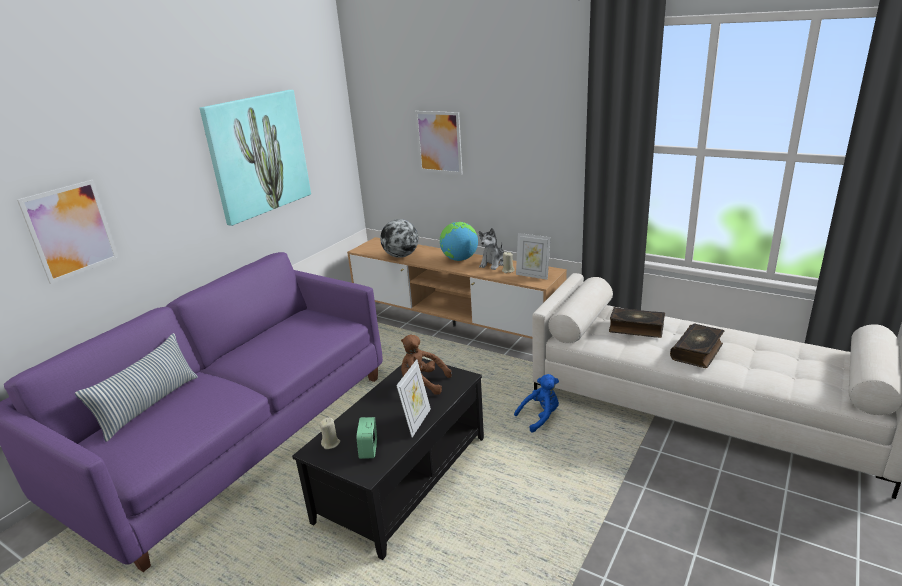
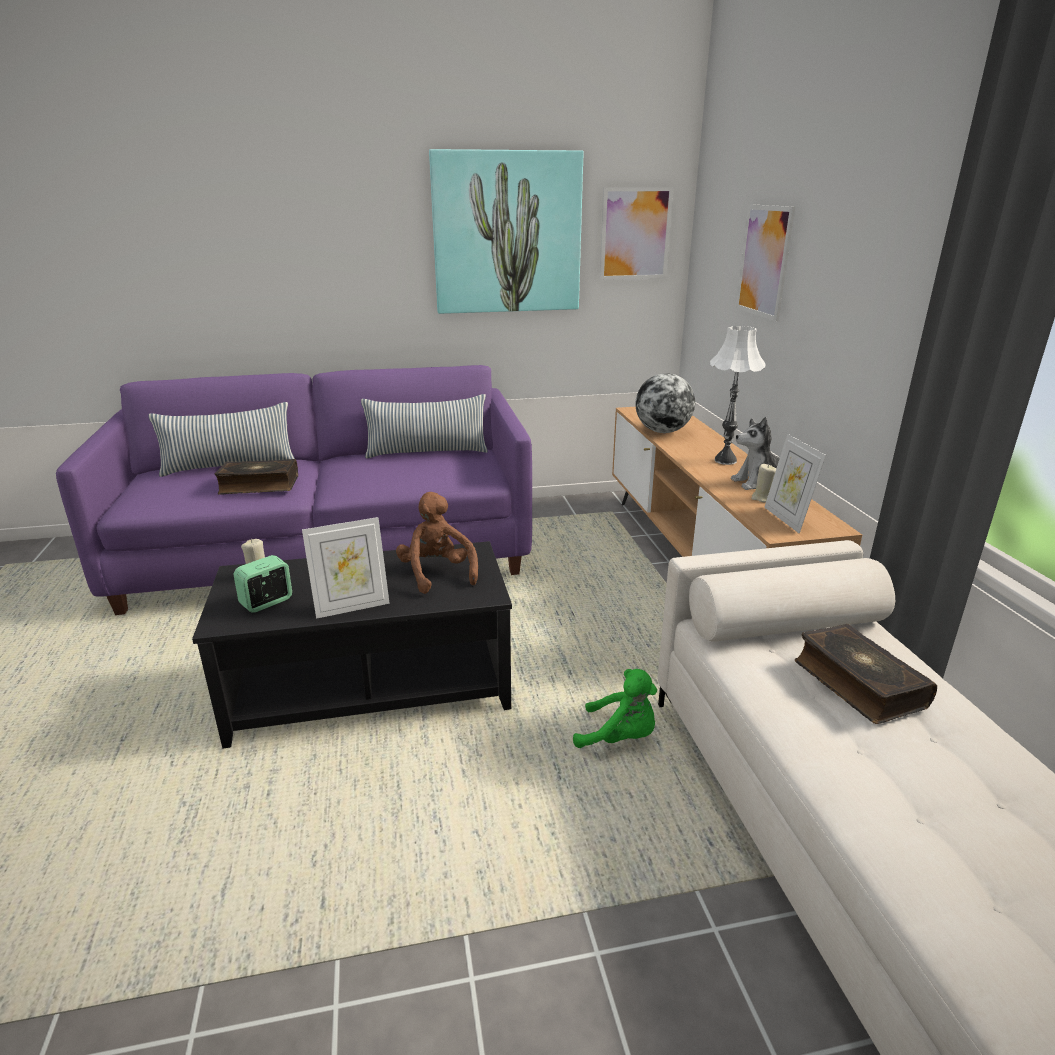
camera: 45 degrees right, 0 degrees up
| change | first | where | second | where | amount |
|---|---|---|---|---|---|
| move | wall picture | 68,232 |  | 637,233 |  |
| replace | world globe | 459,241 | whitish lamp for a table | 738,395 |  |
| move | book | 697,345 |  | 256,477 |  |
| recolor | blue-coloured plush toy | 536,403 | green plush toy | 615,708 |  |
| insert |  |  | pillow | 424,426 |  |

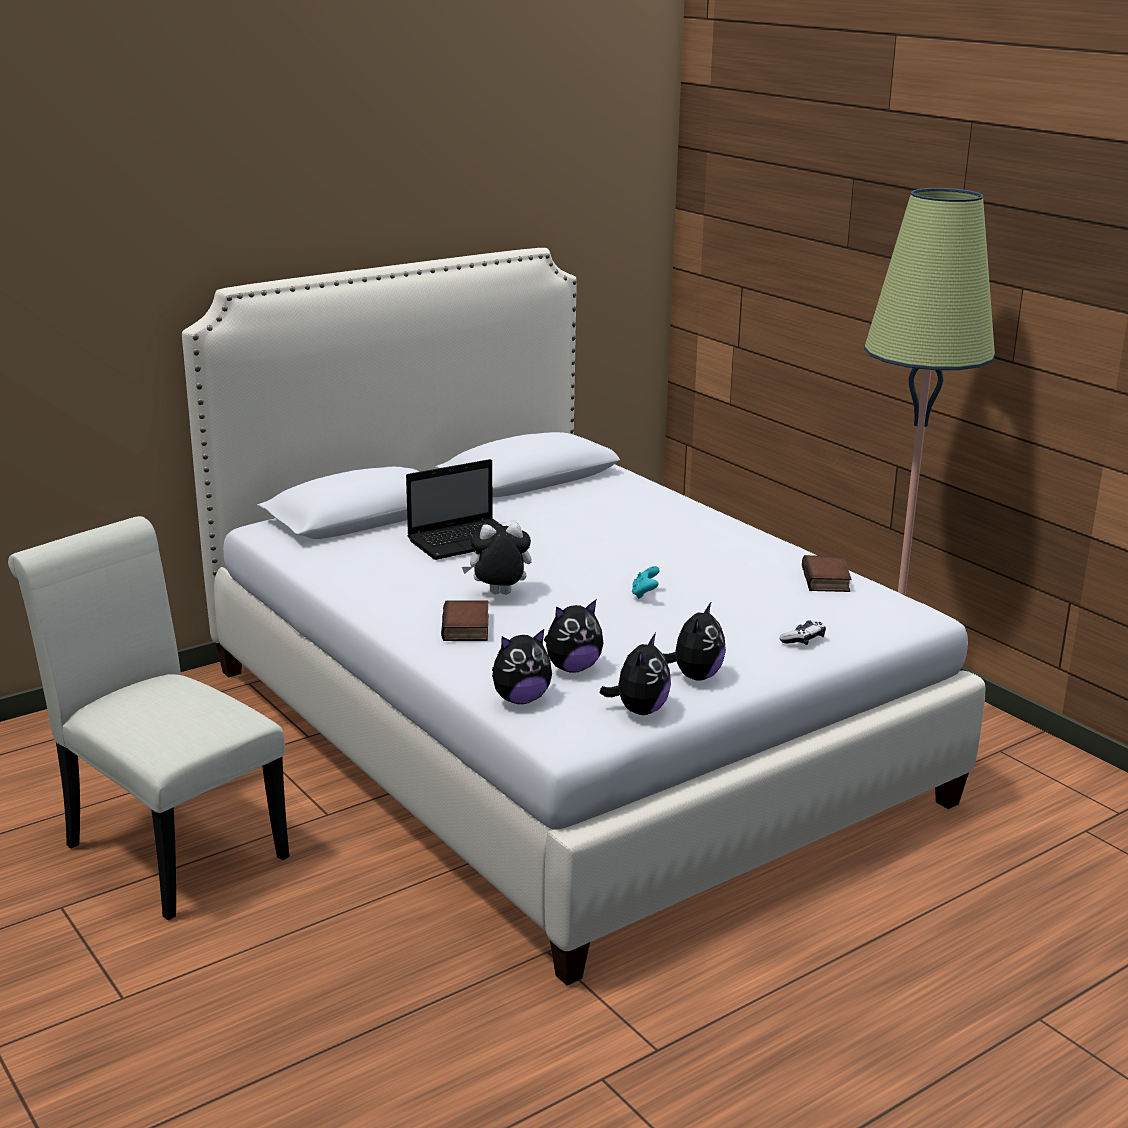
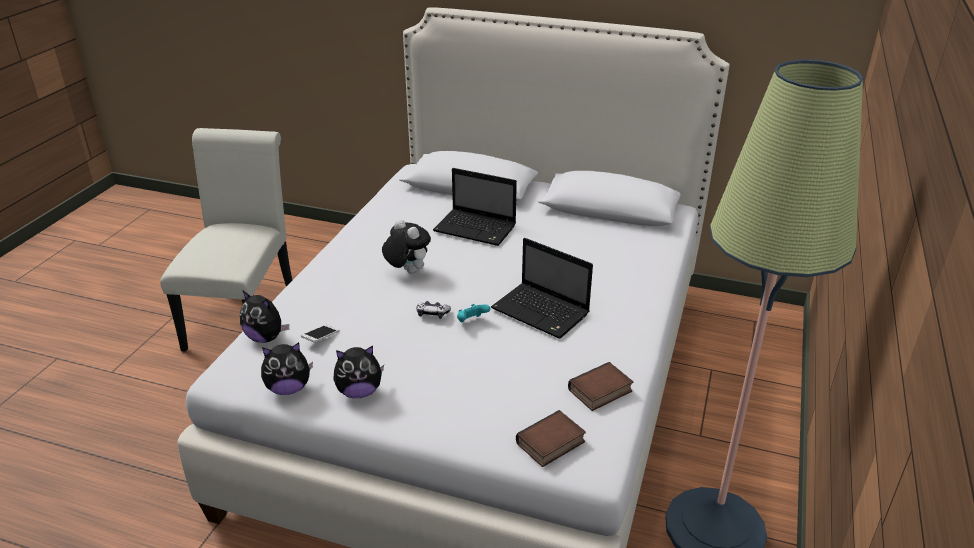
camera: 55 degrees right, 10 degrees up
| change | first | where | second | where | amount |
|---|---|---|---|---|---|
| replace | plush toy | 574,636 | phone | 320,333 |  |
| move | book | 464,621 |  | 551,438 |  |
| move | gamepad | 802,632 |  | 433,310 |  |
| insert |  |  | laptop | 542,288 |  |

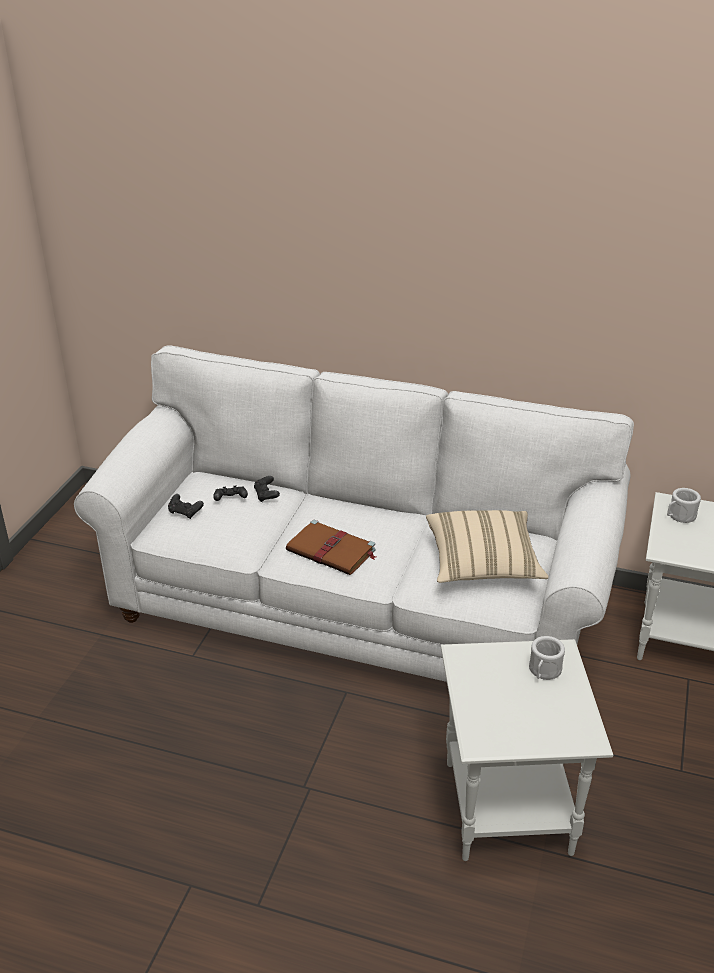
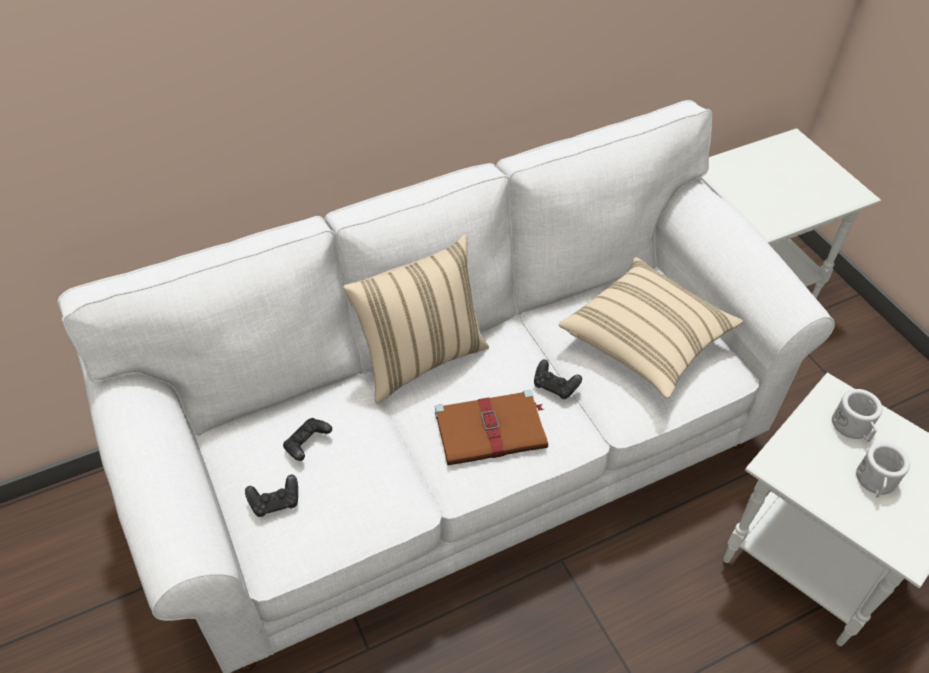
camera: 45 degrees left, 15 degrees up
| change | first | where | second | where | amount |
|---|---|---|---|---|---|
| move | black-coloured gamepad | 267,489 |  | 558,379 |  |
| move | whitish tea mug | 684,505 |  | 883,470 |  |
| insert |  |  | sand-coloured pillow | 416,318 |  |

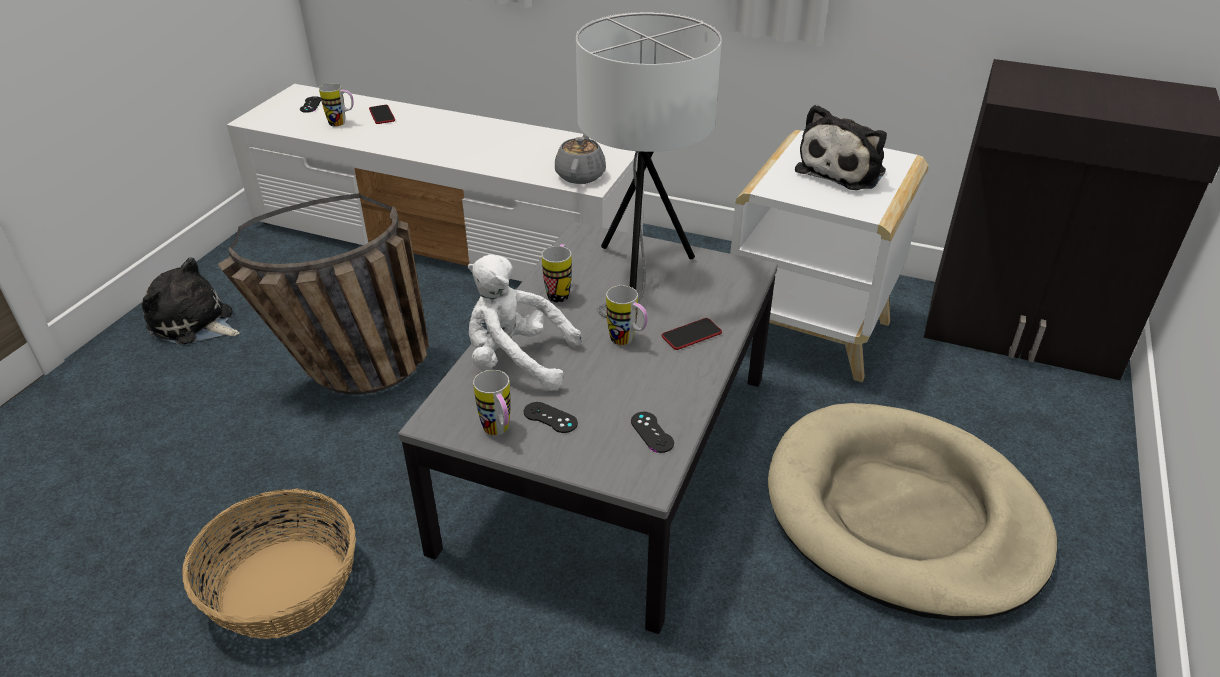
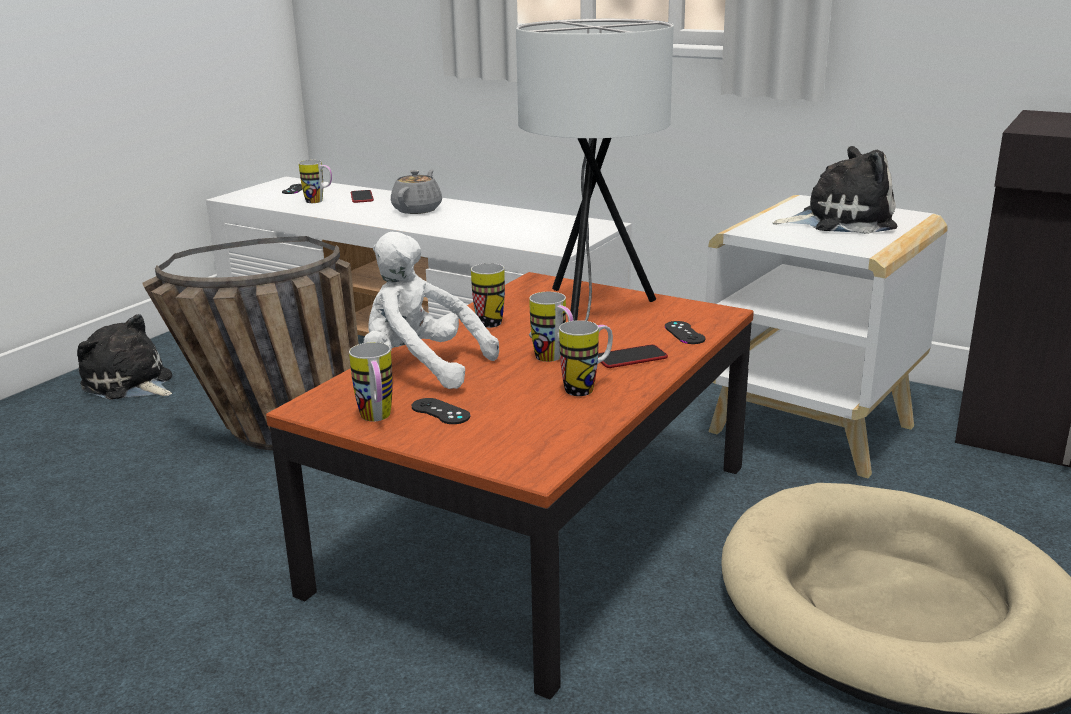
camera: 10 degrees right, 15 degrees down
| change | first | where | second | where | amount |
|---|---|---|---|---|---|
| rotate | plush toy | 841,147 |  | 835,190 | 135 degrees counterclockwise |
| move | greyish pot for tea | 580,158 |  | 416,191 |  |
| recolor | greyish low table | 588,427 | brown low table | 510,485 |  |
| move | black-coloured gamepad | 652,432 |  | 685,332 |  |
| delete | storage basket | 269,564 |  |  |  |
| insert |  |  | tea mug | 586,358 |  |

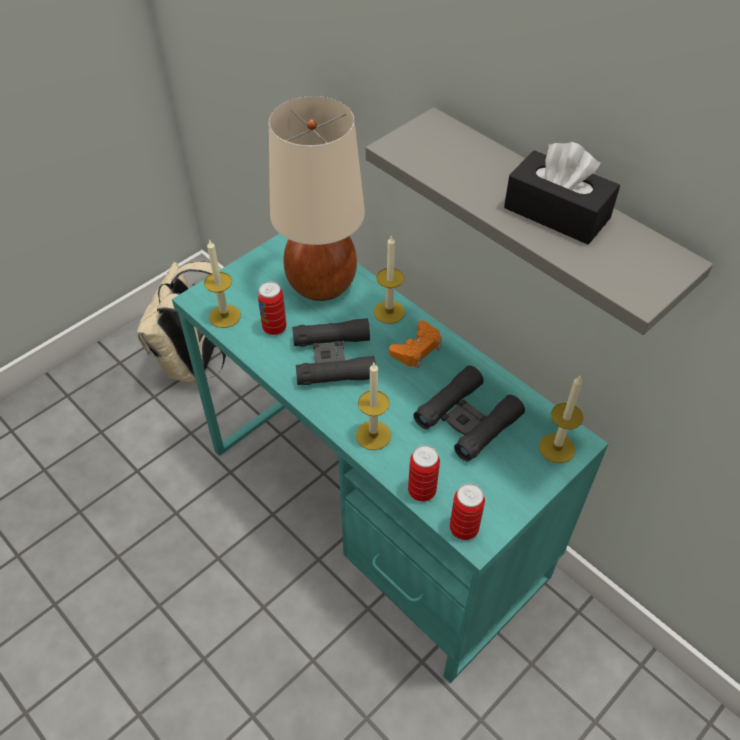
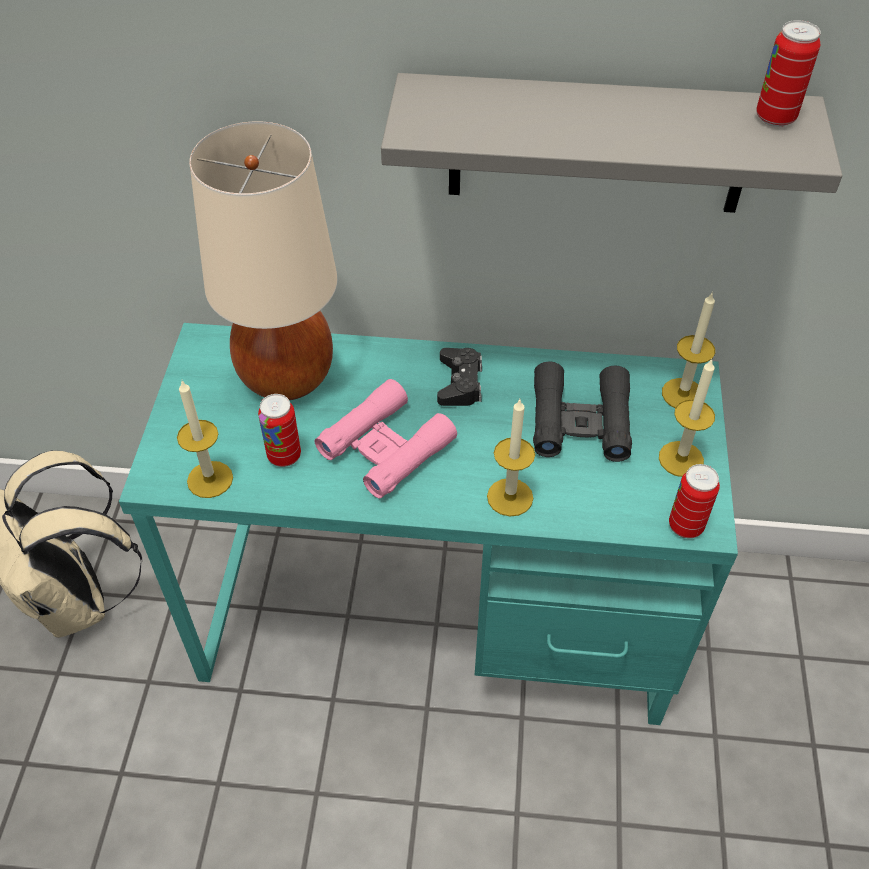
camera: 40 degrees left, 0 degrees up
| change | first | where | second | where | amount |
|---|---|---|---|---|---|
| delete | black-coloured tissue box | 562,193 |  |  |  |
| move | wax light | 389,279 |  | 687,418 |  |
| recolor | black-coloured binoculars | 334,351 | pinkish binoculars | 386,438 |  |
| recolor | orange gamepad | 415,344 | black-coloured gamepad | 459,377 |  |
| move | can | 424,473 |  | 788,73 |  |

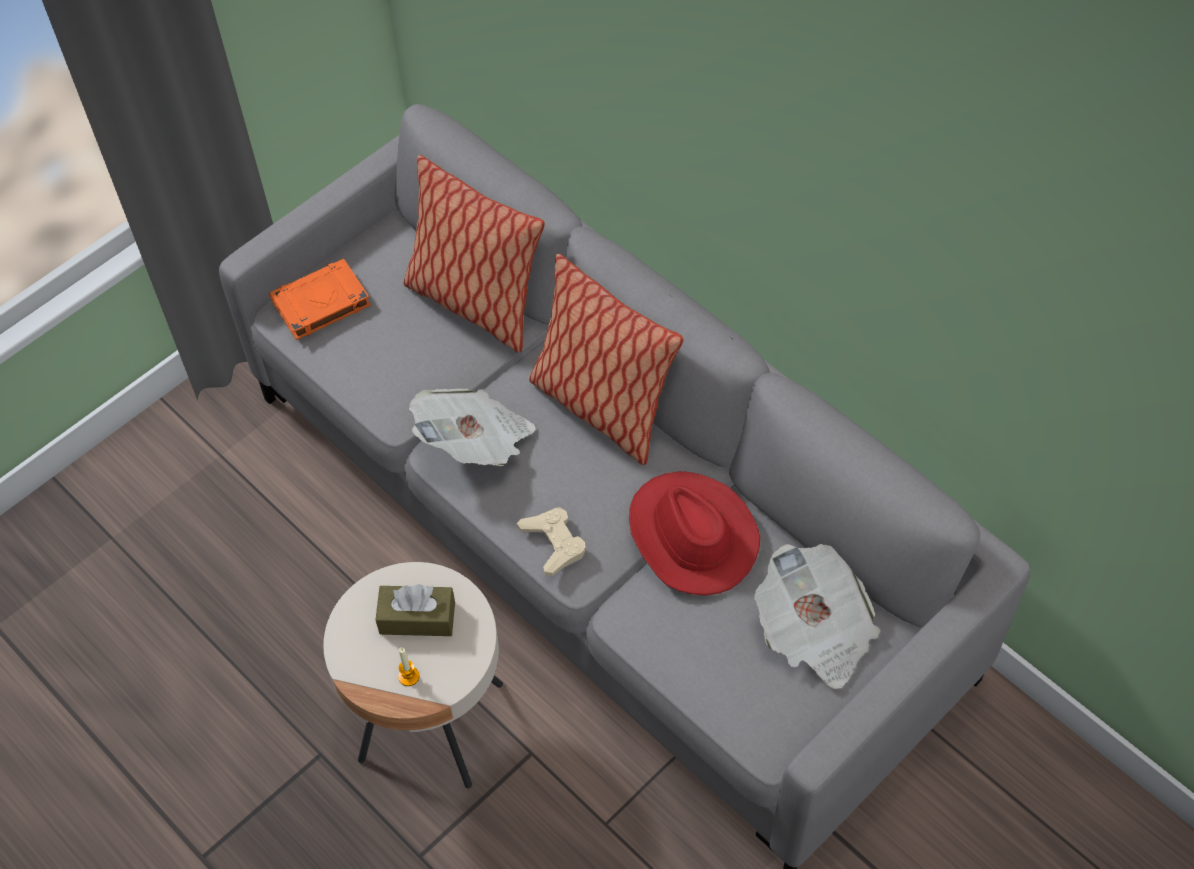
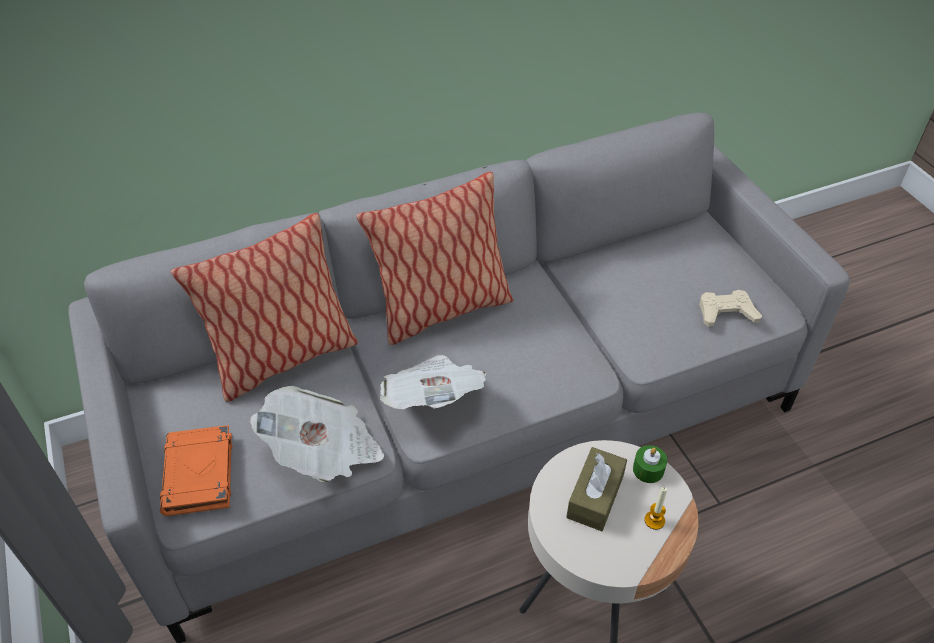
camera: 70 degrees left, 10 degrees down
| change | first | where | second | where | amount |
|---|---|---|---|---|---|
| delete | red-coloured hat | 694,533 |  |  |  |
| move | sand-coloured gamepad | 551,541 |  | 730,308 |  |
| move | newspaper | 817,616 |  | 317,434 |  |
| insert |  |  | green wax light | 650,464 |  |

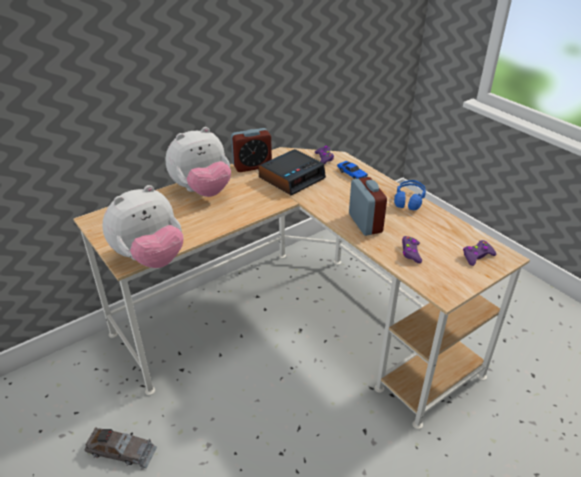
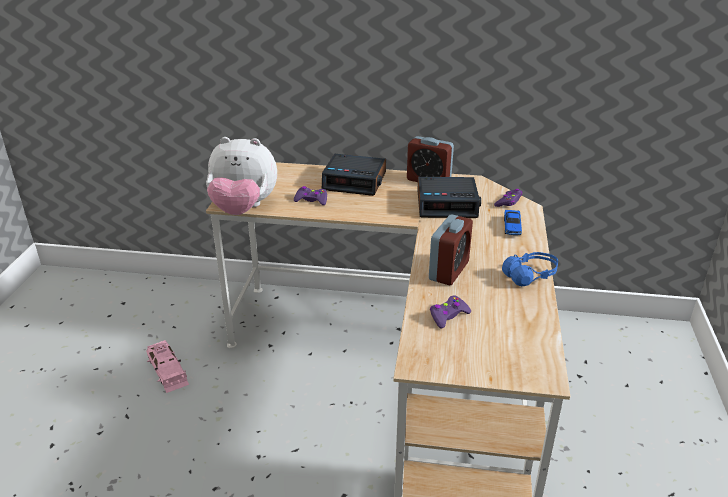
camera: 45 degrees right, 5 degrees down
| change | first | where | second | where | amount |
|---|---|---|---|---|---|
| replace | plush toy | 198,162 | table clock | 354,175 |  |
| move | purple gamepad | 479,253 |  | 310,195 |  |
| recolor | greyish model car | 120,448 | pinkish model car | 167,366 |  |

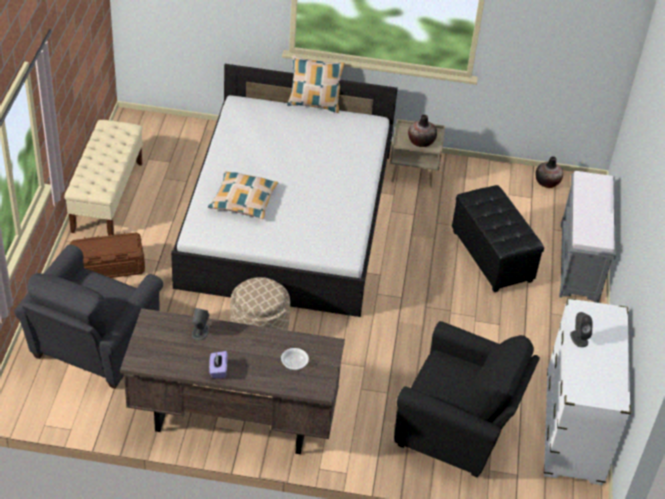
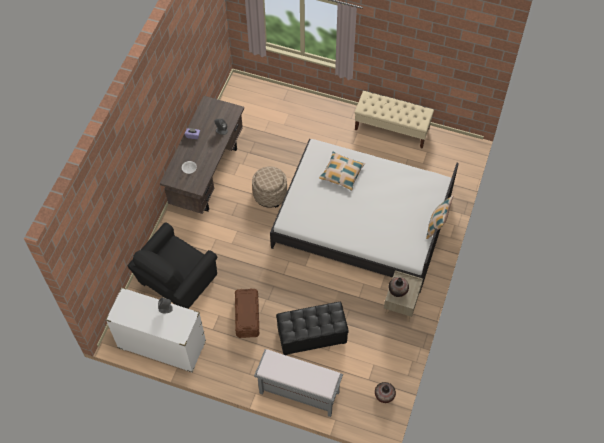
camera: 105 degrees right, 15 degrees up
| change | first | where | second | where | amount |
|---|---|---|---|---|---|
| move | brown storage container | 107,255 |  | 247,313 |  |
| delete | greyish easy chair | 88,317 |  |  |  |

